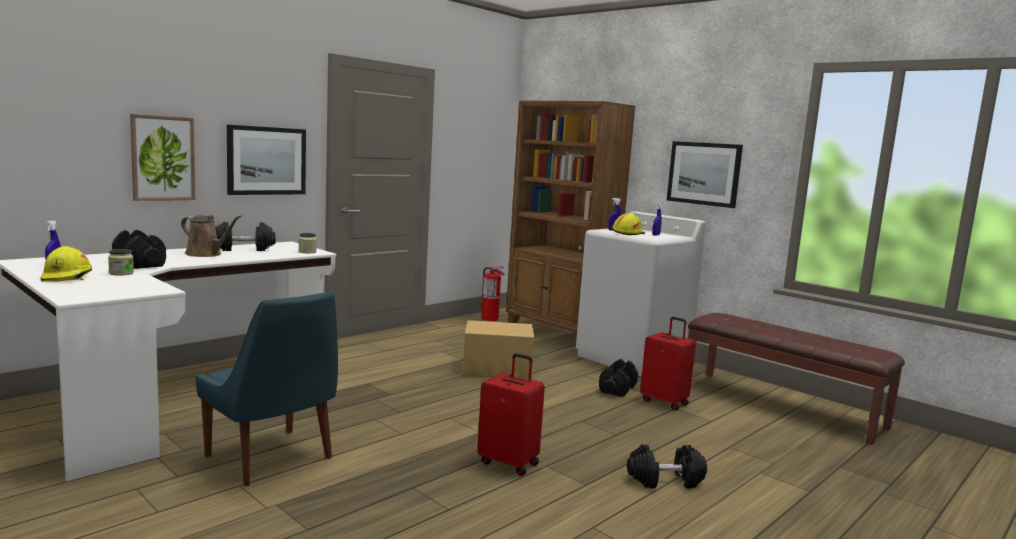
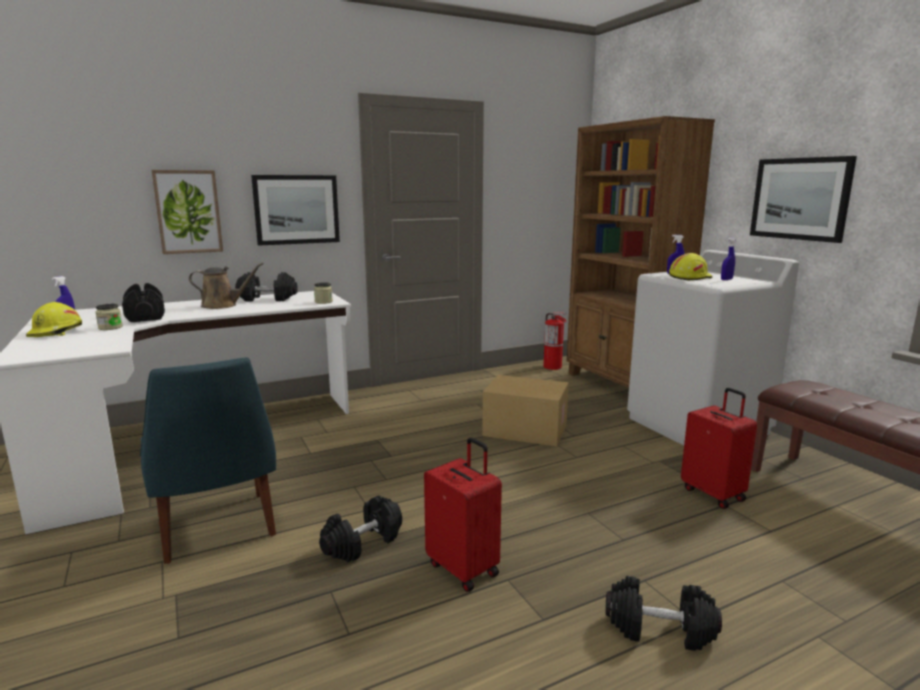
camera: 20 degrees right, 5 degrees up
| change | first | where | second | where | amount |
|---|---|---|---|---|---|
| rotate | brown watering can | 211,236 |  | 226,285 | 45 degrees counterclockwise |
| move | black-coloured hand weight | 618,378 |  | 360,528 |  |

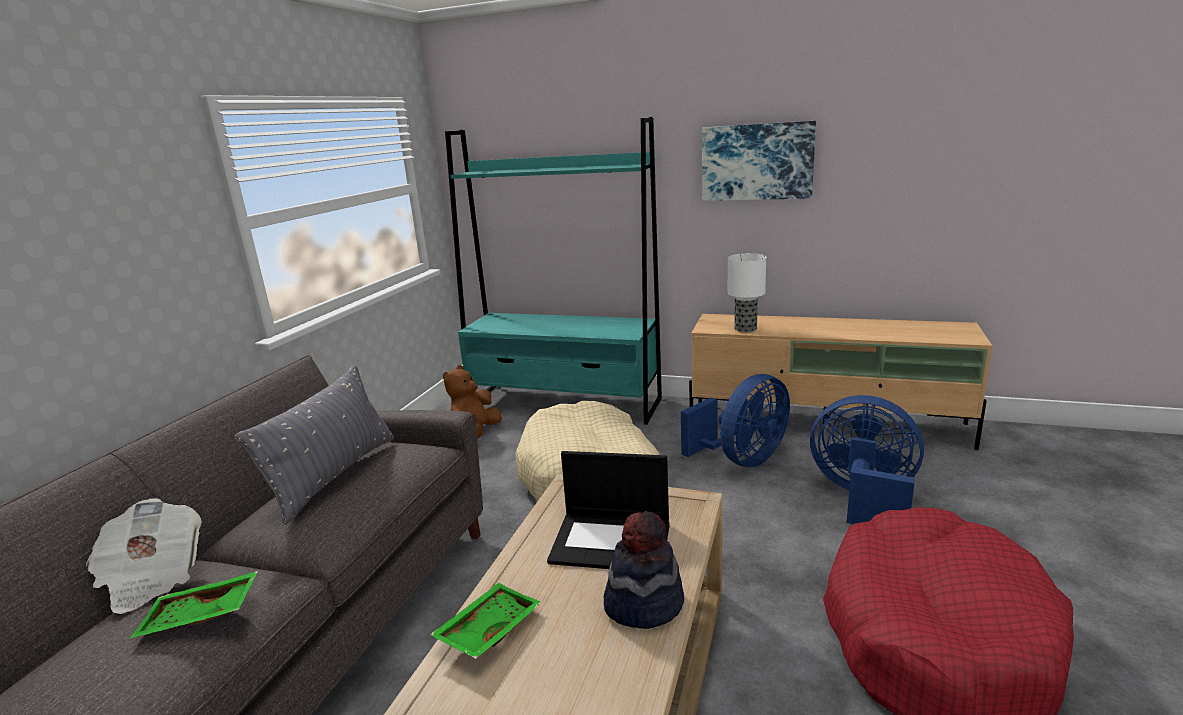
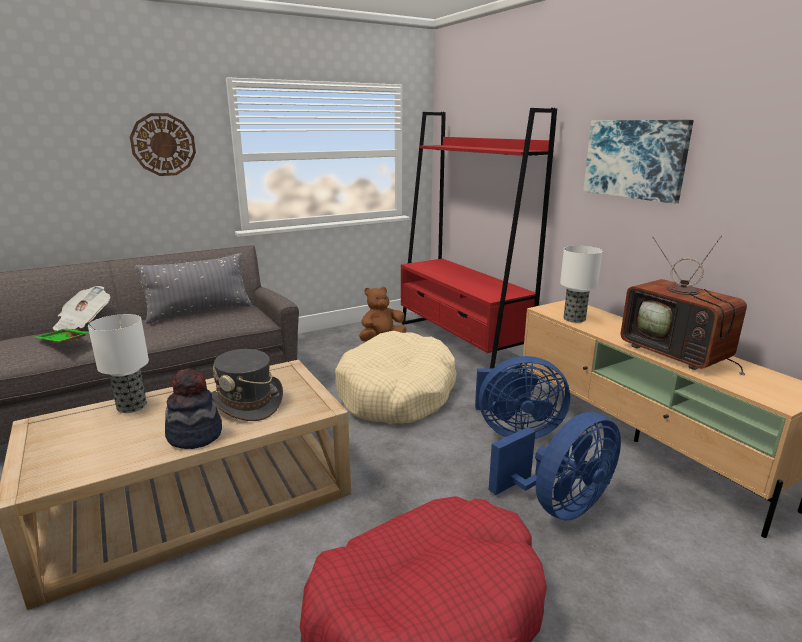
camera: 40 degrees right, 0 degrees up
| change | first | where | second | where | amount |
|---|---|---|---|---|---|
| recolor | blue-green bookcase | 553,271 | red-coloured bookcase | 479,238 |  |
| rotate | blue-coloured fan | 867,459 |  | 555,466 | 75 degrees clockwise |
| replace | laptop | 608,510 | greyish hat | 247,385 |  |
| replace | green carrying tray | 485,621 | lamp for a table | 118,363 |  |
| insert |  |  | wall clock | 163,144 |  |
| insert |  |  | television | 684,305 |  |

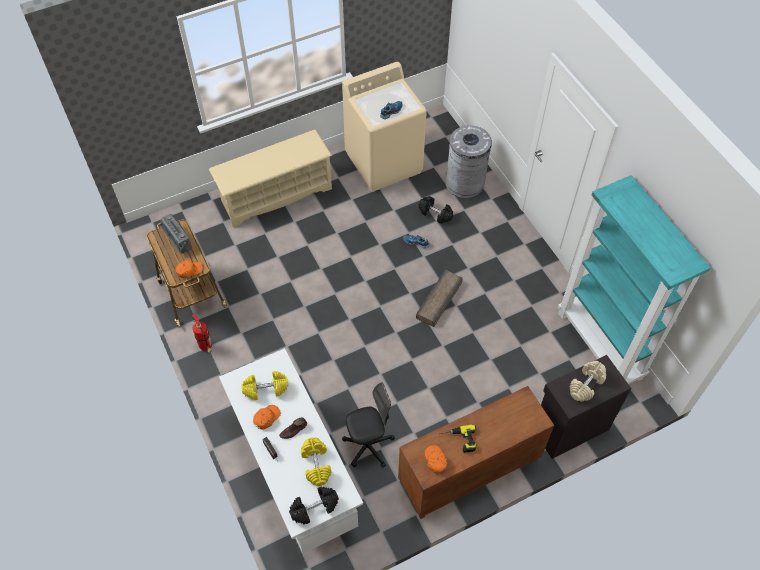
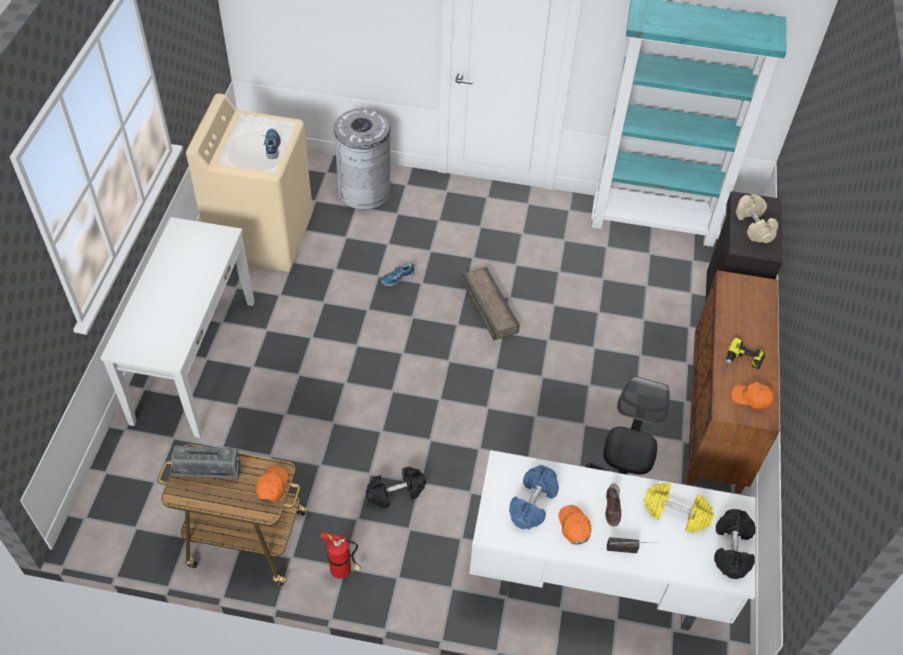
camera: 55 degrees left, 5 degrees down
| change | first | where | second | where | amount |
|---|---|---|---|---|---|
| replace | sand-coloured shoe shelf | 270,178 | whitish narrow table | 177,327 |  |
| move | black-coloured hand weight | 435,210 |  | 396,487 |  |
| recolor | yellowish hand weight | 264,385 | blue-coloured hand weight | 534,497 |  |

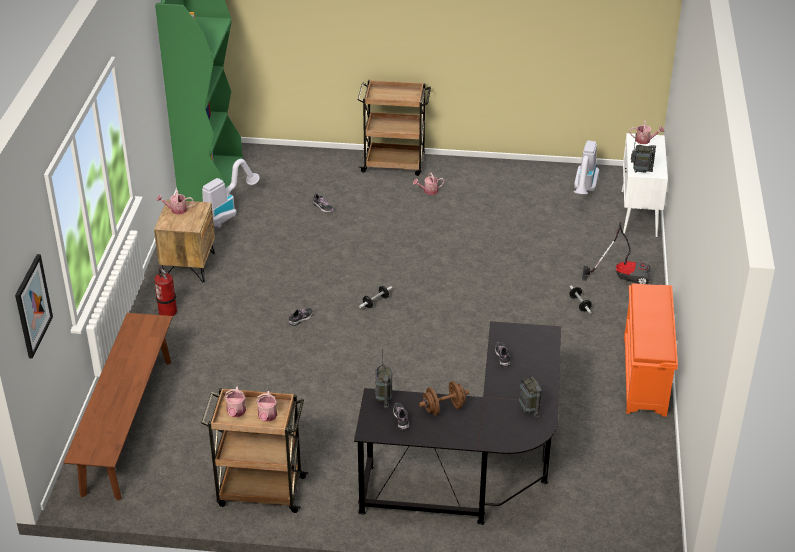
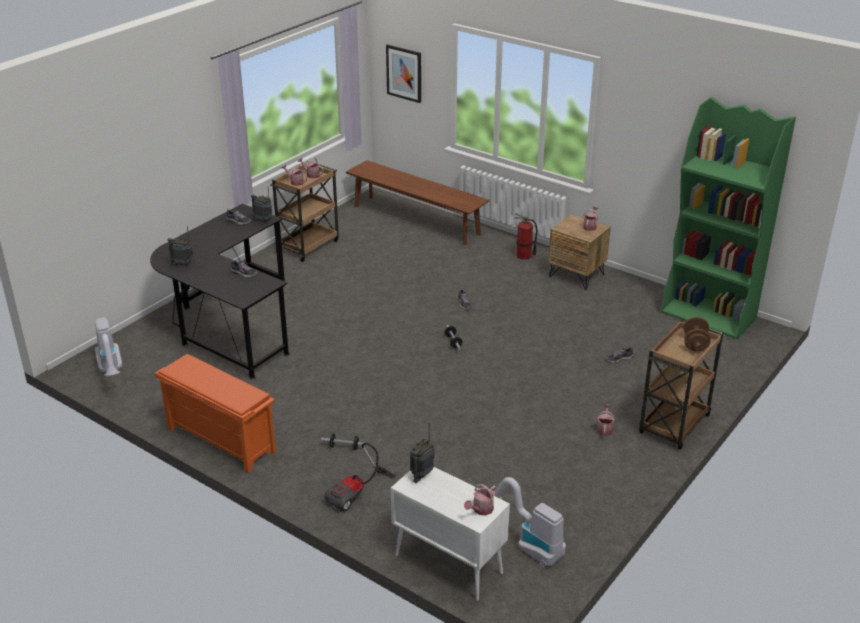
camera: 120 degrees right, 5 degrees down
| change | first | where | second | where | amount |
|---|---|---|---|---|---|
| move | vacuum cleaner | 231,193 |  | 108,346 |  |
| move | brown hand weight | 444,398 |  | 697,334 |  |

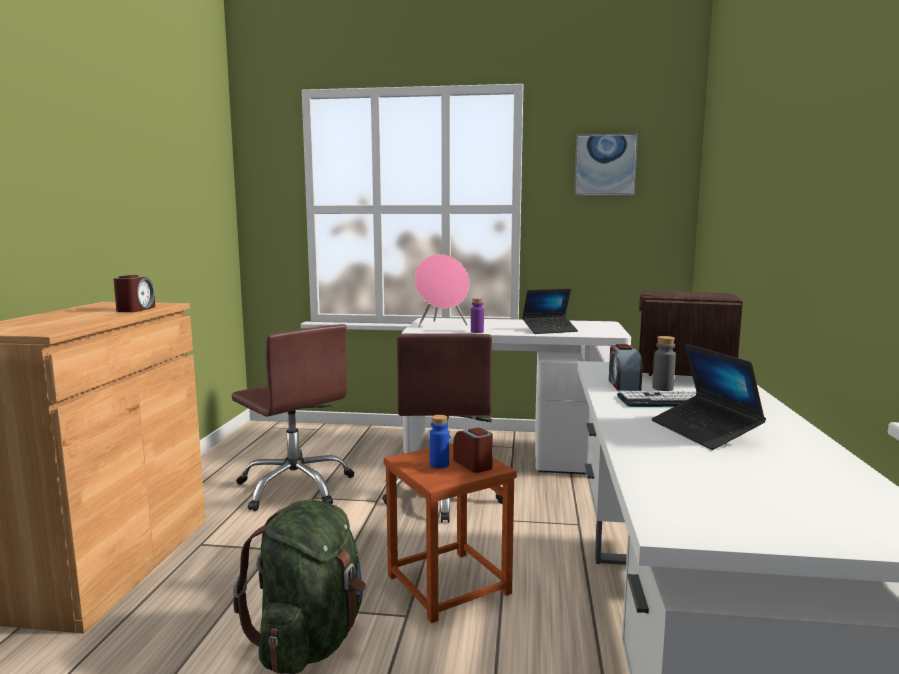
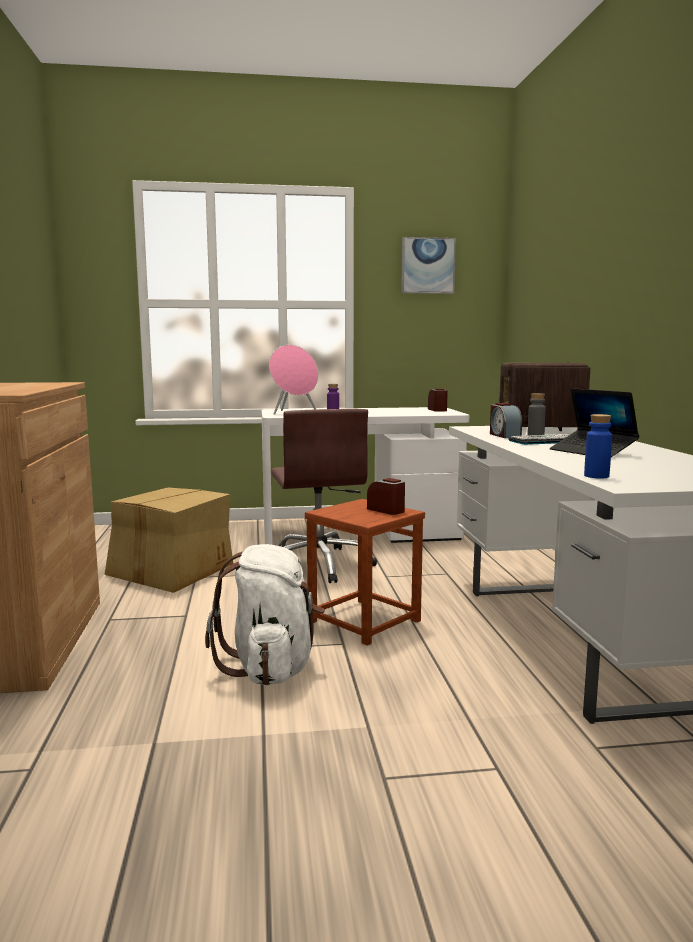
camera: 15 degrees left, 0 degrees up
| change | first | where | second | where | amount |
|---|---|---|---|---|---|
| move | table clock | 134,293 |  | 438,400 |  |
| delete | laptop | 550,311 |  |  |  |
| replace | brown computer chair | 293,417 | packing box | 169,540 |  |
| move | blue-coloured drink bottle | 439,441 |  | 598,446 |  |
| recolor | green knapsack | 299,587 | whitish knapsack | 265,614 |  |

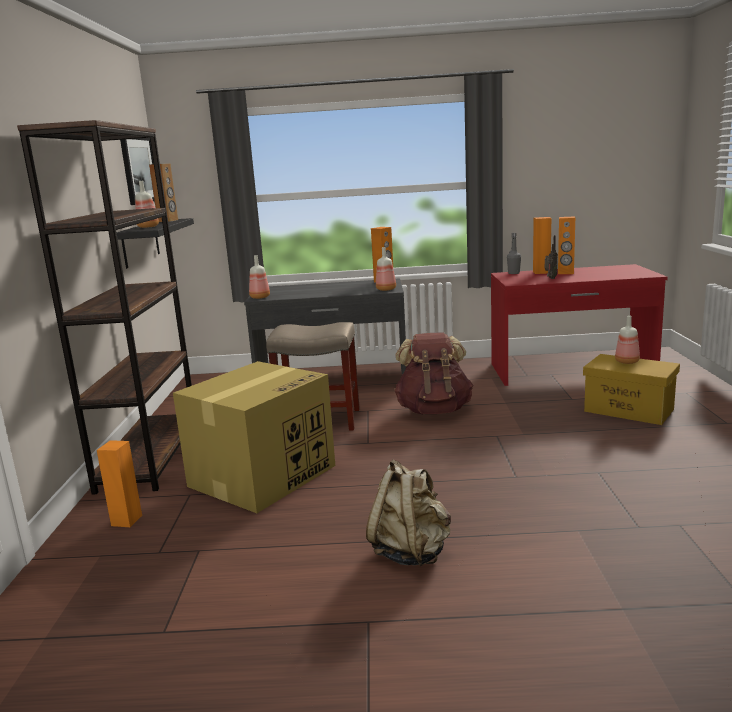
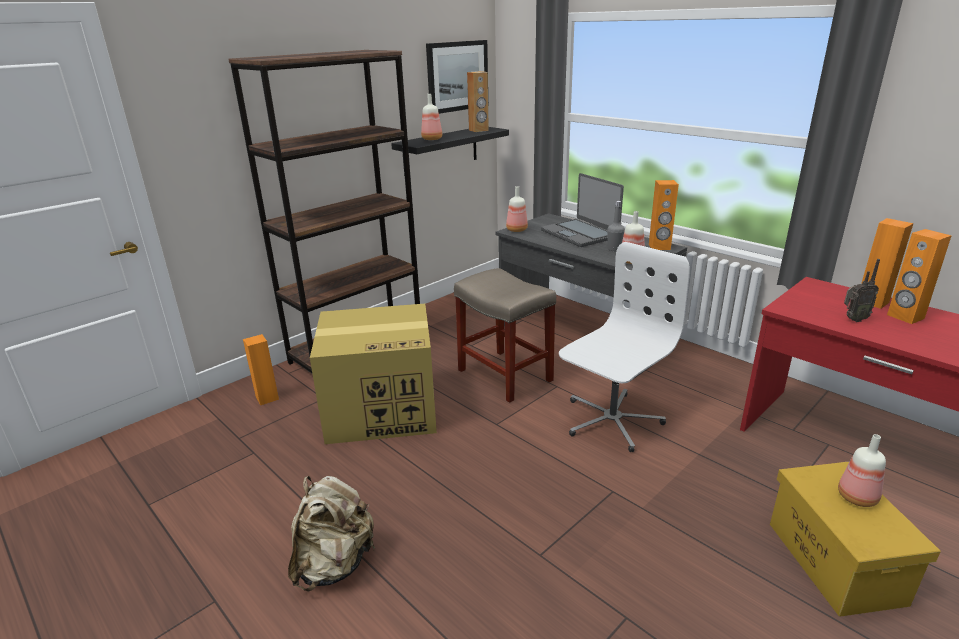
camera: 45 degrees right, 10 degrees up
| change | first | where | second | where | amount |
|---|---|---|---|---|---|
| move | greyish drink bottle | 514,253 |  | 616,226 |  |
| replace | brown knapsack | 433,373 | whitish computer chair | 624,347 |  |
| insert |  |  | laptop | 582,210 |  |

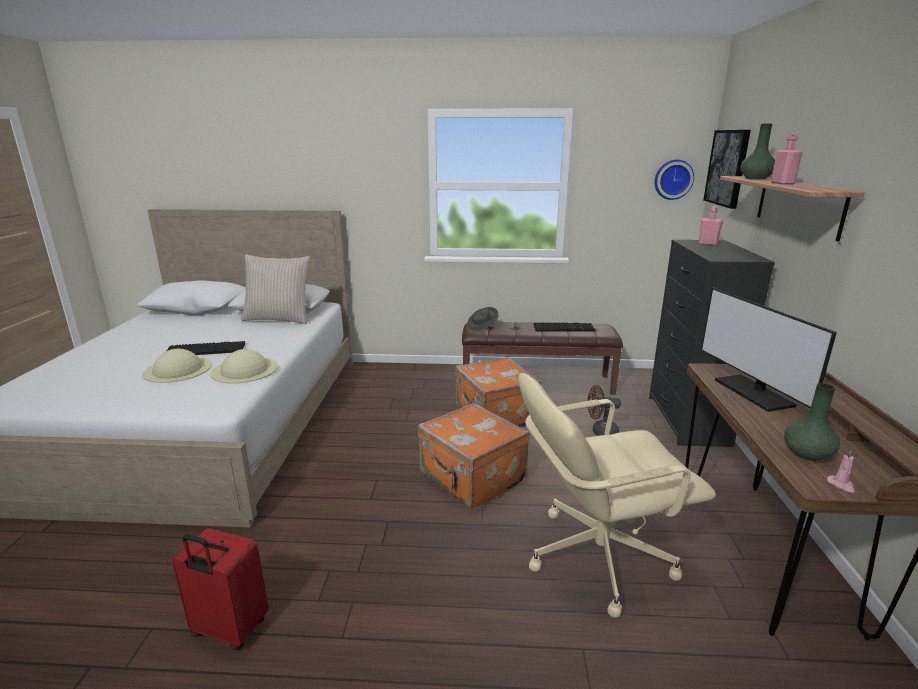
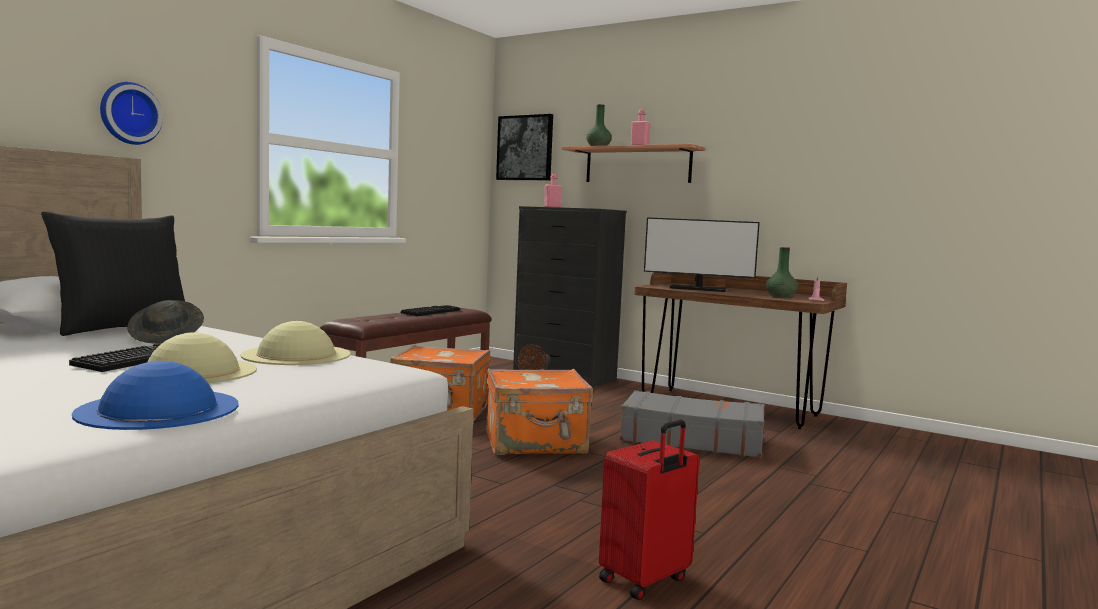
camera: 60 degrees left, 15 degrees down
| change | first | where | second | where | amount |
|---|---|---|---|---|---|
| move | wall clock | 674,180 |  | 131,113 |  |
| recolor | sand-coloured pillow | 275,289 | black-coloured pillow | 113,273 |  |
| move | greyish hat | 483,319 |  | 165,322 |  |
| replace | sand-coloured computer chair | 617,495 | greyish suitcase | 692,424 |  |
| insert |  |  | blue-coloured hat | 155,395 |  |

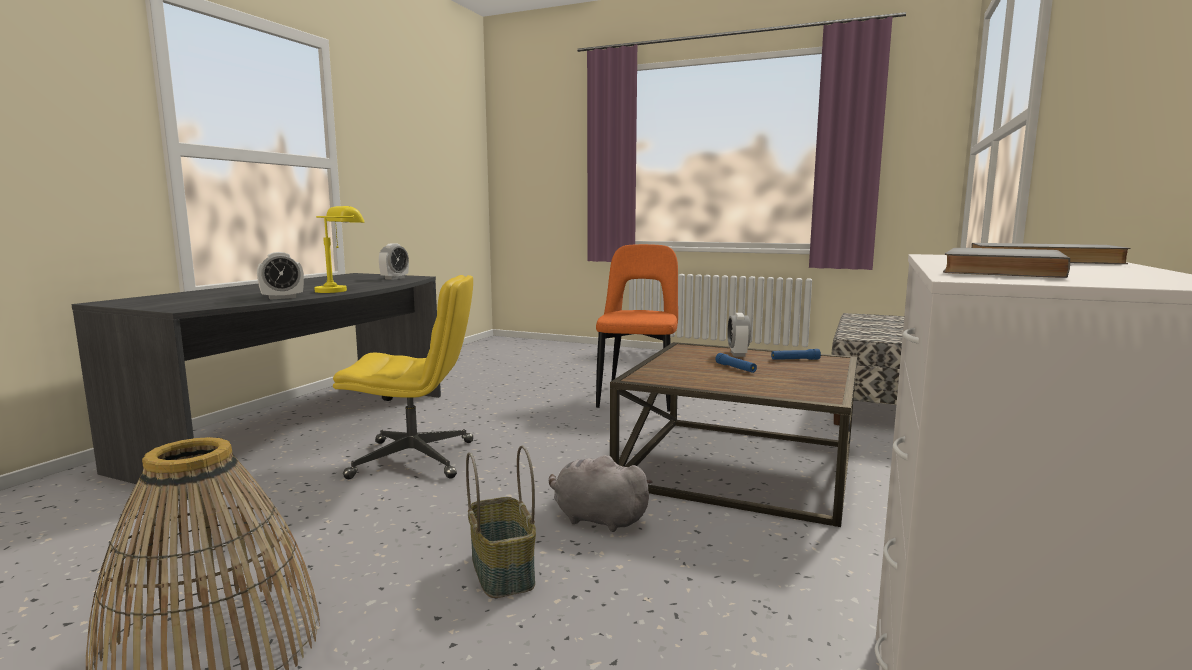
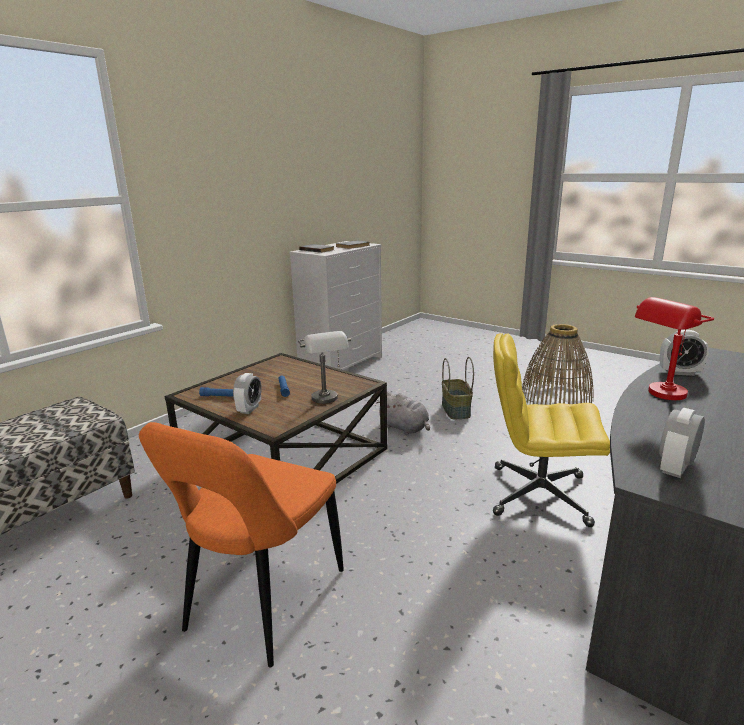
camera: 165 degrees left, 10 degrees up
| change | first | where | second | where | amount |
|---|---|---|---|---|---|
| recolor | yellowish lamp for a table | 339,249 | red-coloured lamp for a table | 674,348 |  |
| rotate | table clock | 280,276 |  | 684,353 | 150 degrees counterclockwise |
| insert |  |  | greyish lamp for a table | 324,367 |  |

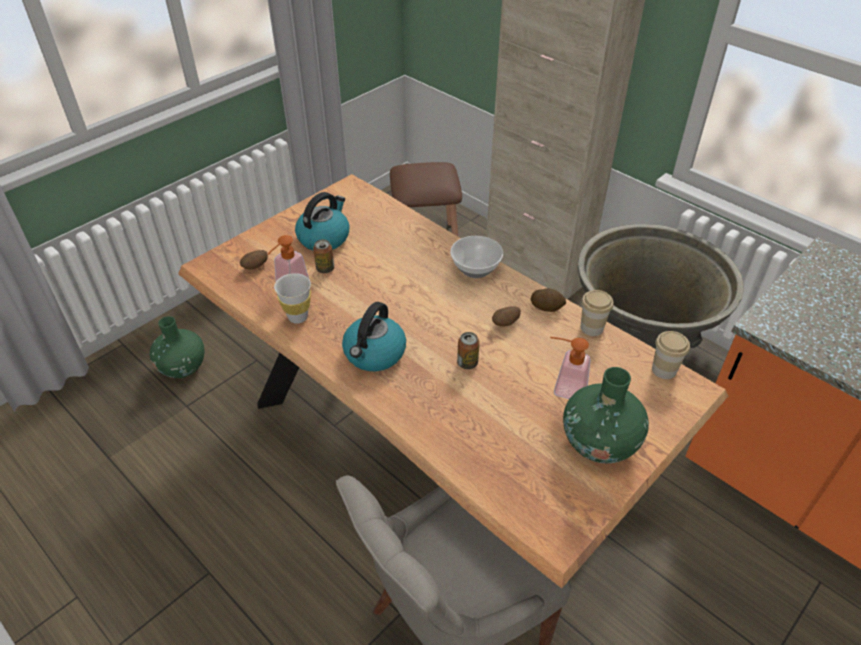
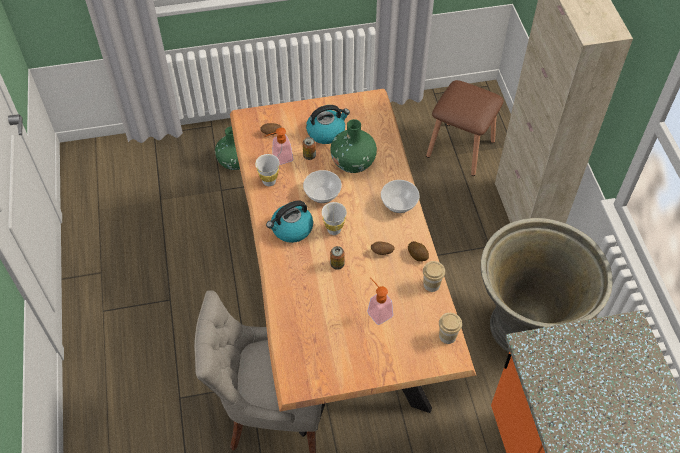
camera: 35 degrees right, 10 degrees up
| change | first | where | second | where | amount |
|---|---|---|---|---|---|
| move | green vase | 606,415 |  | 353,146 |  |
| insert |  |  | deep dish | 322,186 |  |
| insert |  |  | whitish cup | 334,218 |  |

